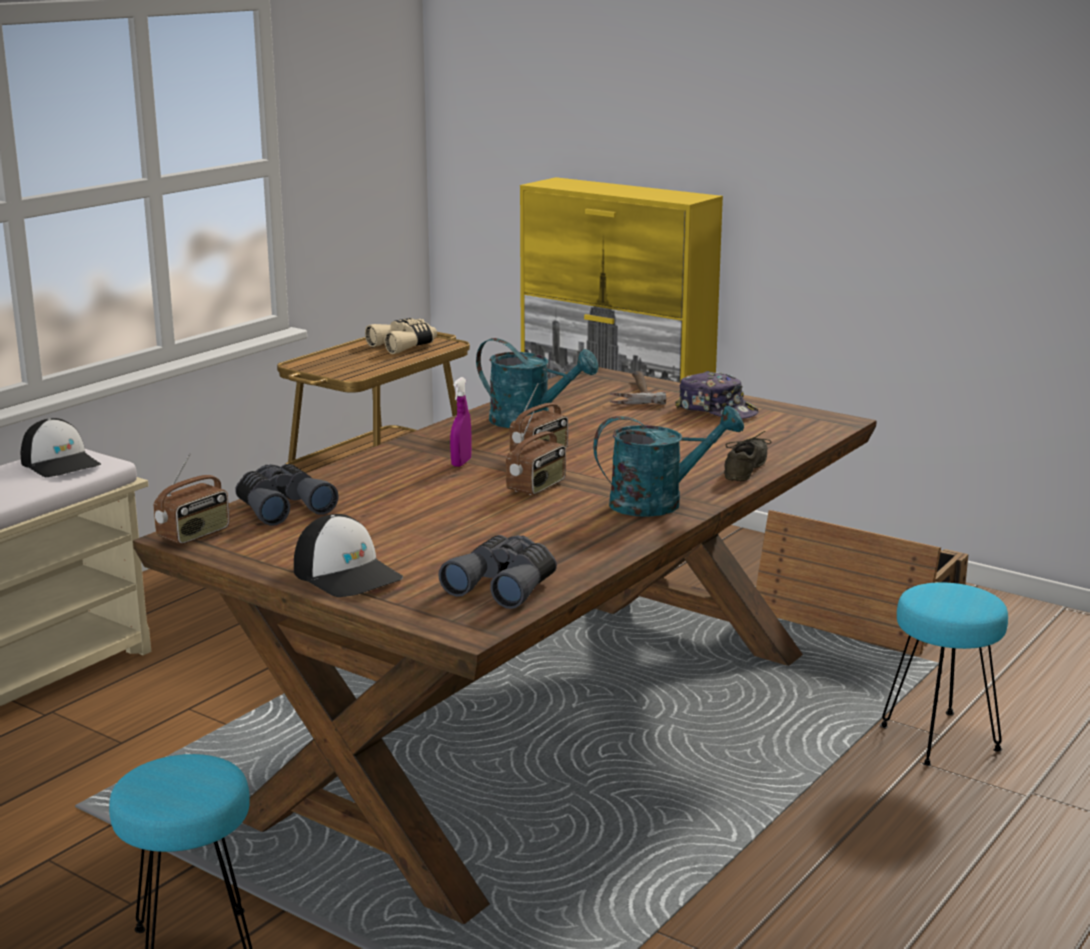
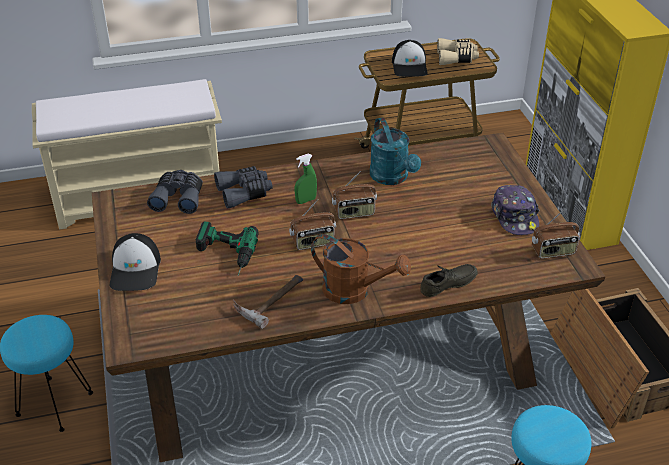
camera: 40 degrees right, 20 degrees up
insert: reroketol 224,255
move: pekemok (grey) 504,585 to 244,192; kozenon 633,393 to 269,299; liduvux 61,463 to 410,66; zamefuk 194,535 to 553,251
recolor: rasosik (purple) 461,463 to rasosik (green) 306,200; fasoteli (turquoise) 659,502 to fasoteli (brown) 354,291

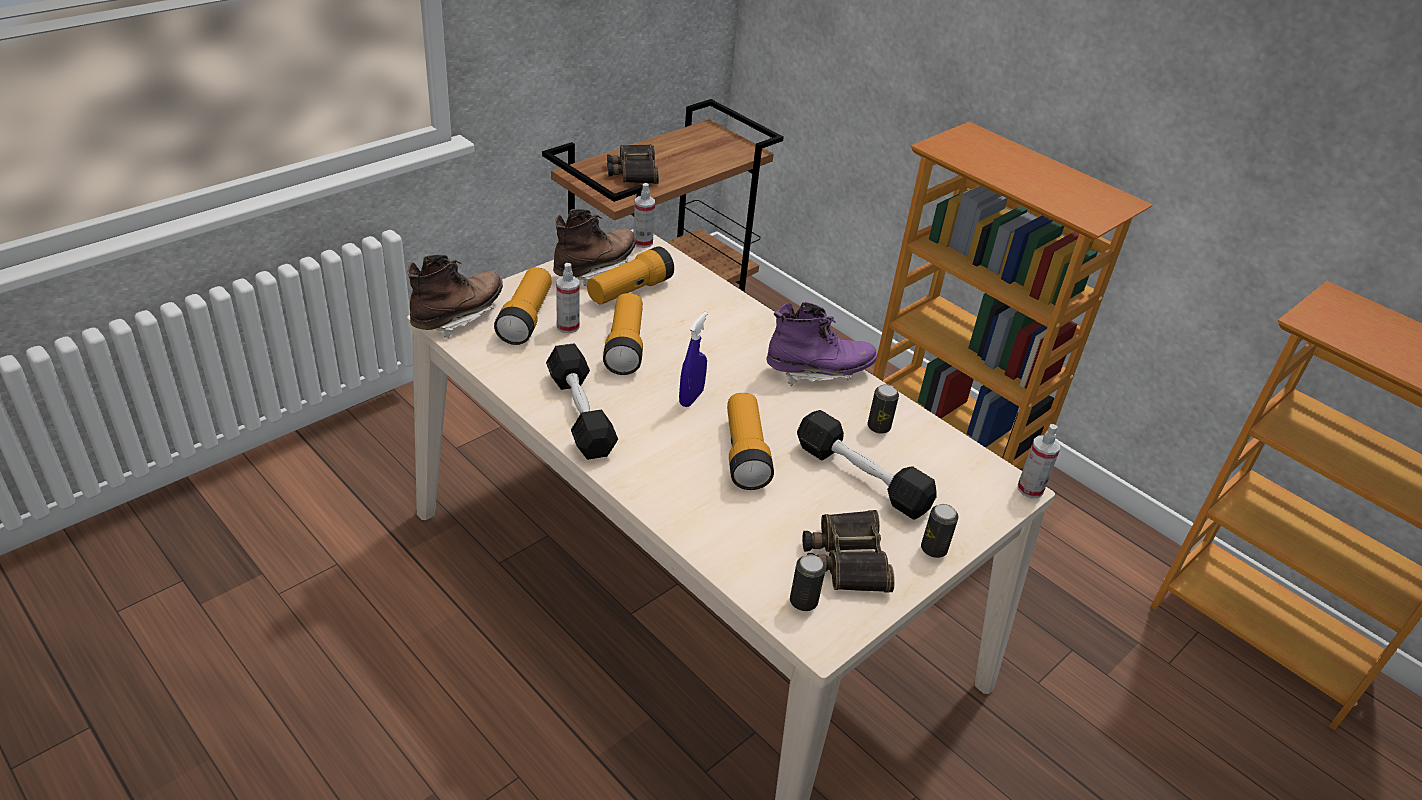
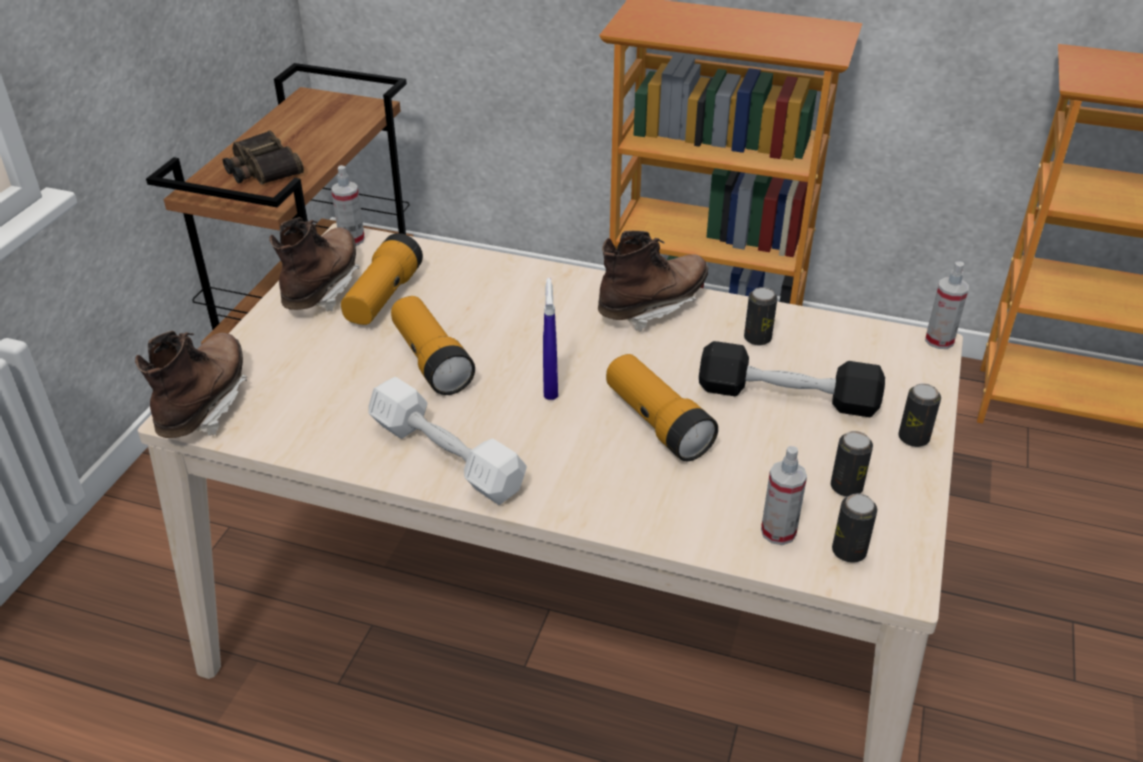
camera: 25 degrees left, 0 degrees up
delete: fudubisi 526,318
move: rasosik 568,326 to 778,532
replace: pekemok 845,558 to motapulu 846,487
recolor: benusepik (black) 580,413 to benusepik (white) 446,456; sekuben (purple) 818,372 to sekuben (brown) 652,306

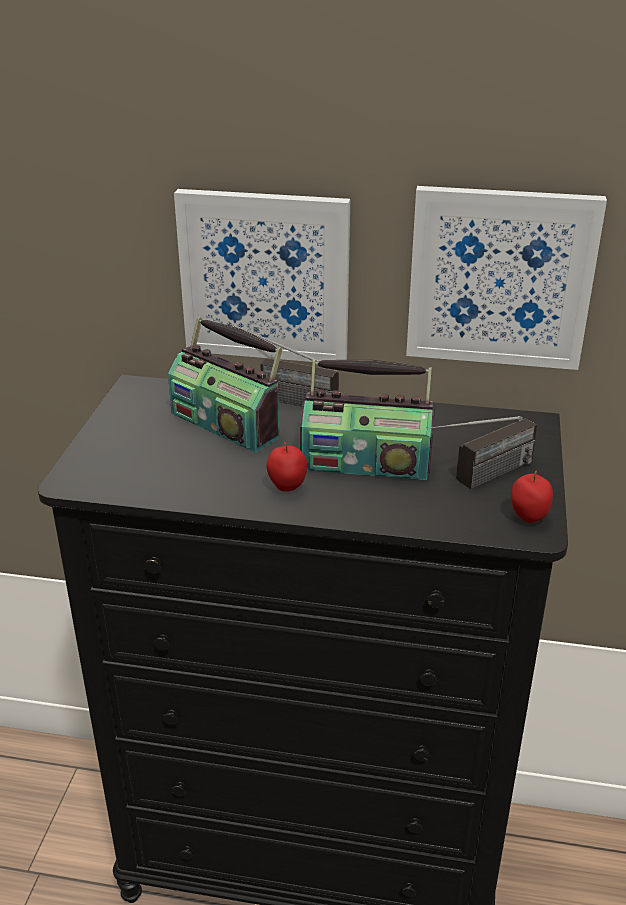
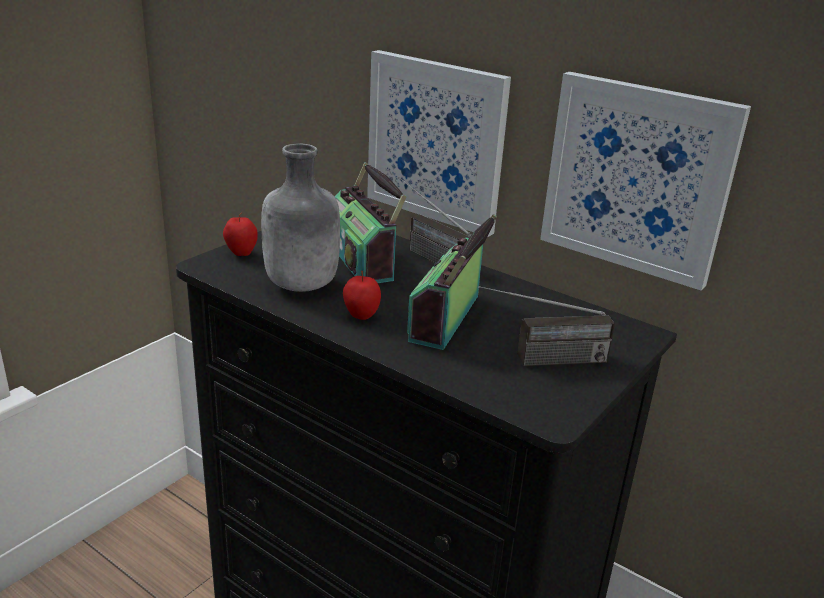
camera: 25 degrees right, 5 degrees down
insert: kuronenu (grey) 301,286
move: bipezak 528,518 to 241,254
rotate: zamefuk 366,462 = 448,318 75 degrees clockwise

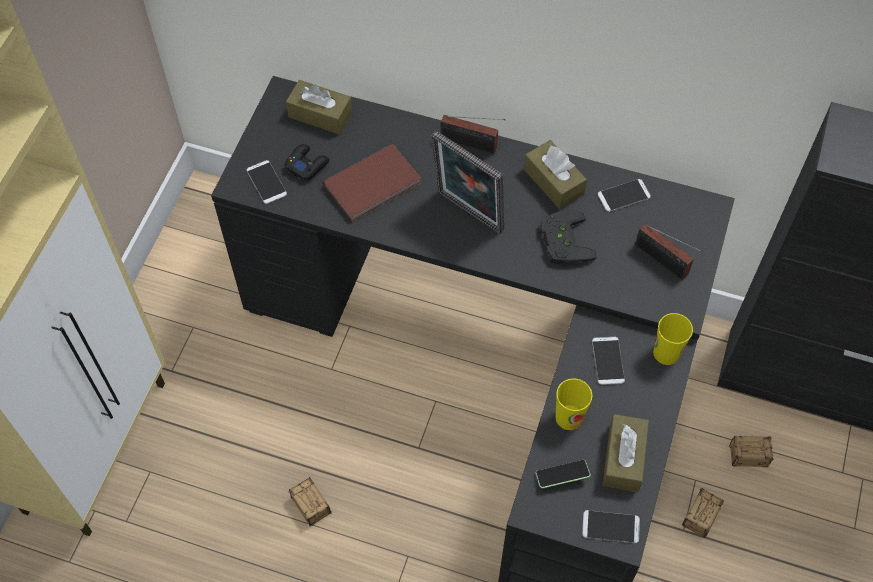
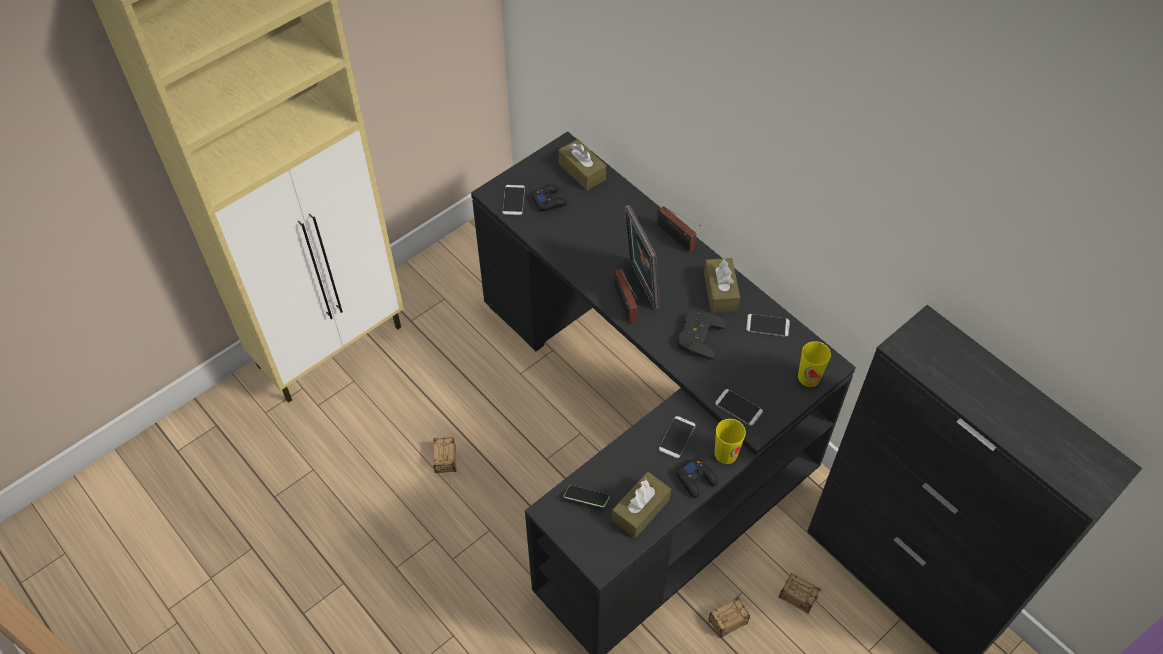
camera: 30 degrees right, 5 degrees down
delete: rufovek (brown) 374,185
insert: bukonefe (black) 696,479
move: zamefuk 663,262 to 625,305; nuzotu 610,527 to 738,407; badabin 569,417 to 809,377

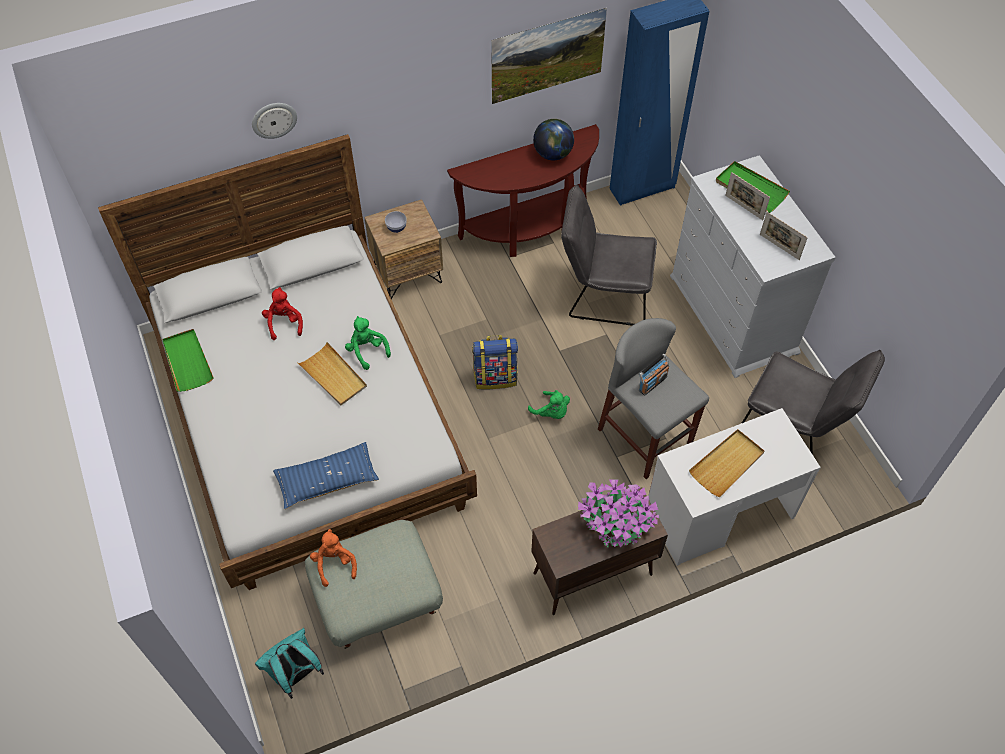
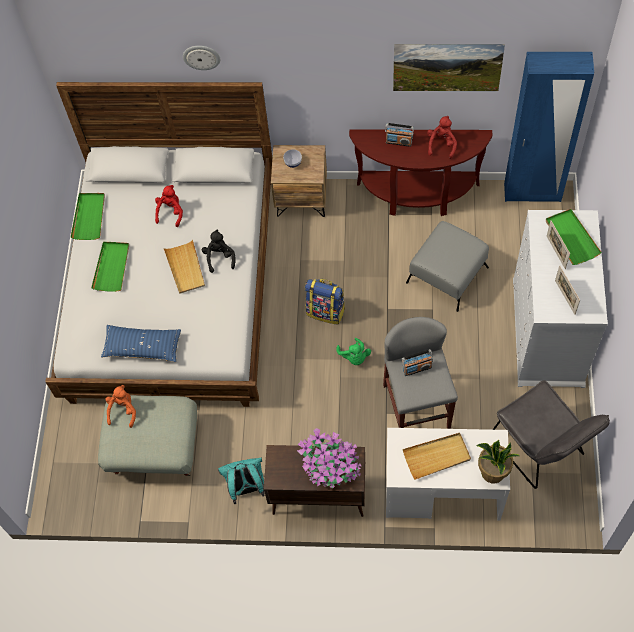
camera: 30 degrees right, 5 degrees up
insert: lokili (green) 112,267; zamefuk 399,142; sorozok 492,473
move: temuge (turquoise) 296,674 to 246,488
replace: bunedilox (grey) 603,294 to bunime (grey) 448,274; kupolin 553,153 to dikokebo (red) 441,144
recolor: dikokebo (green) 367,350 to dikokebo (black) 219,257

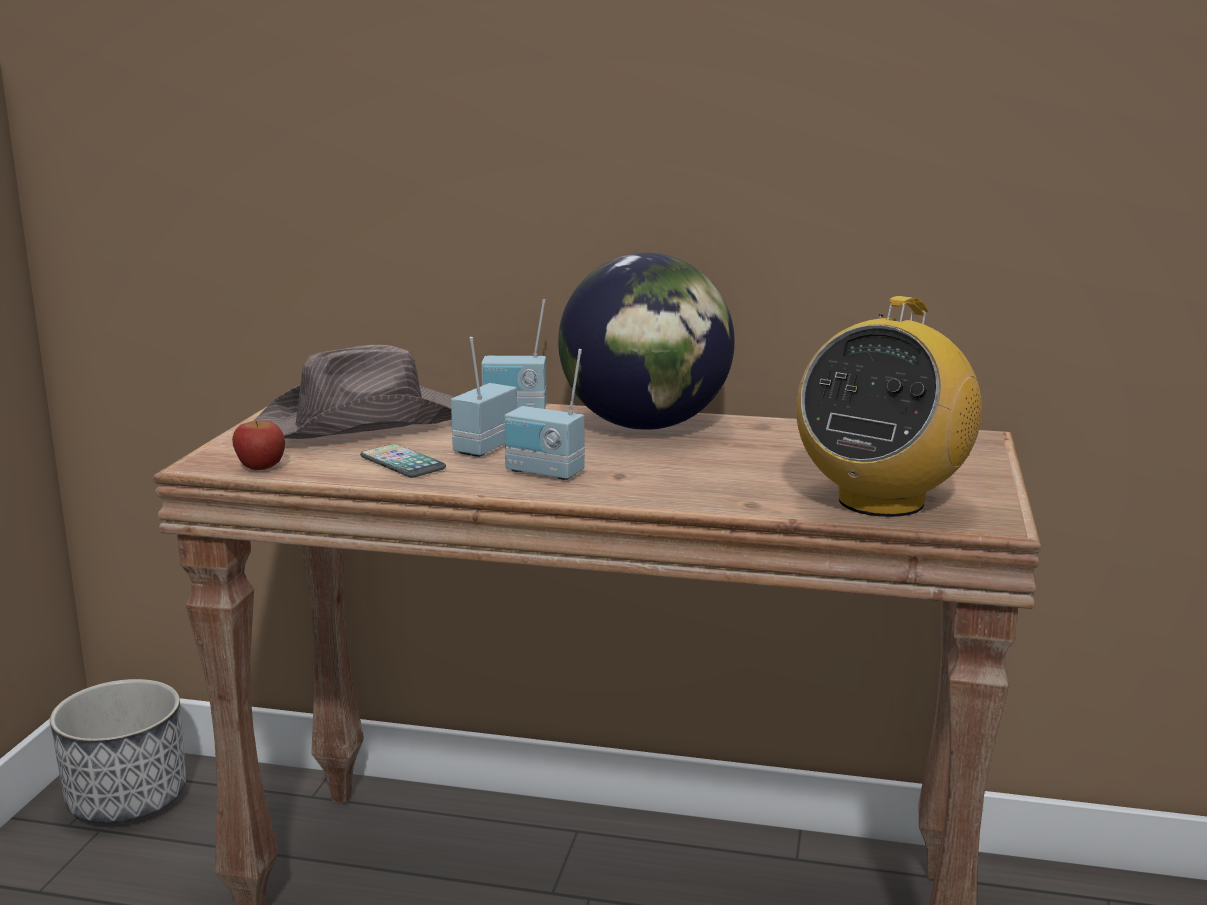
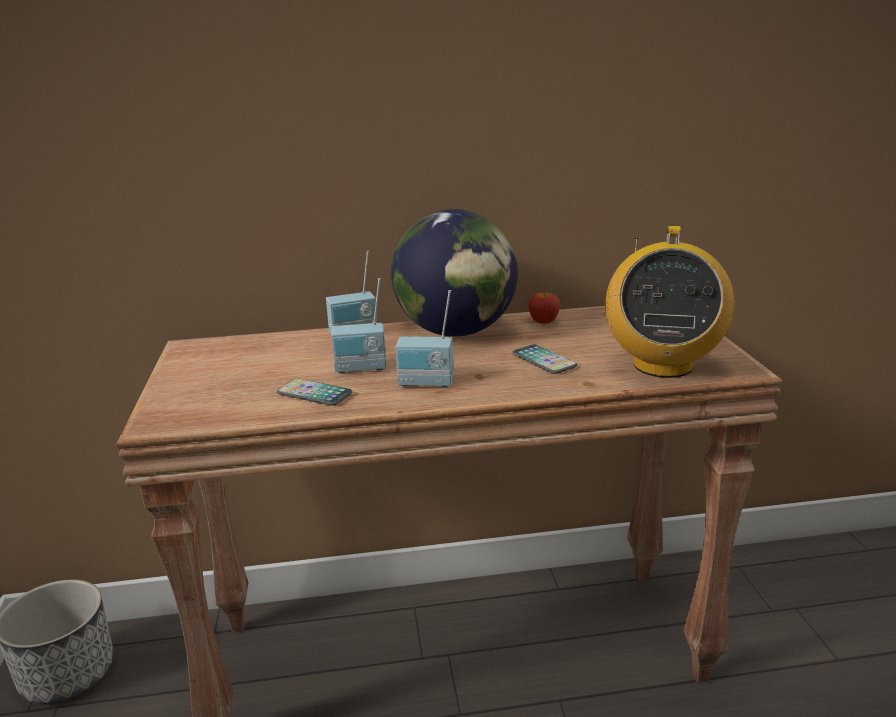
camera: 20 degrees left, 5 degrees up
delete: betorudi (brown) 364,423
insert: nuzotu 544,360
move: bipezak 261,467 to 543,321
rotate: zamefuk 483,447 = 361,369 105 degrees counterclockwise

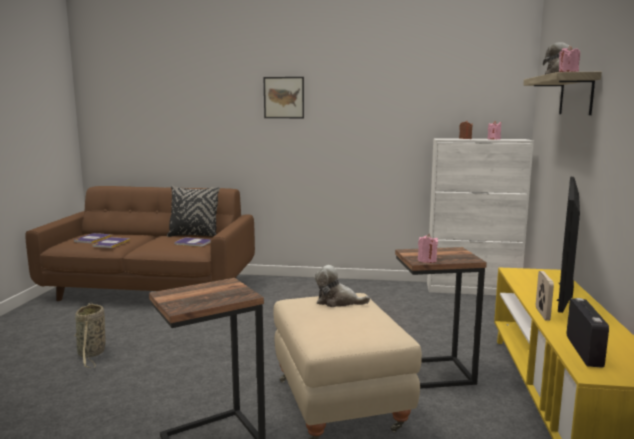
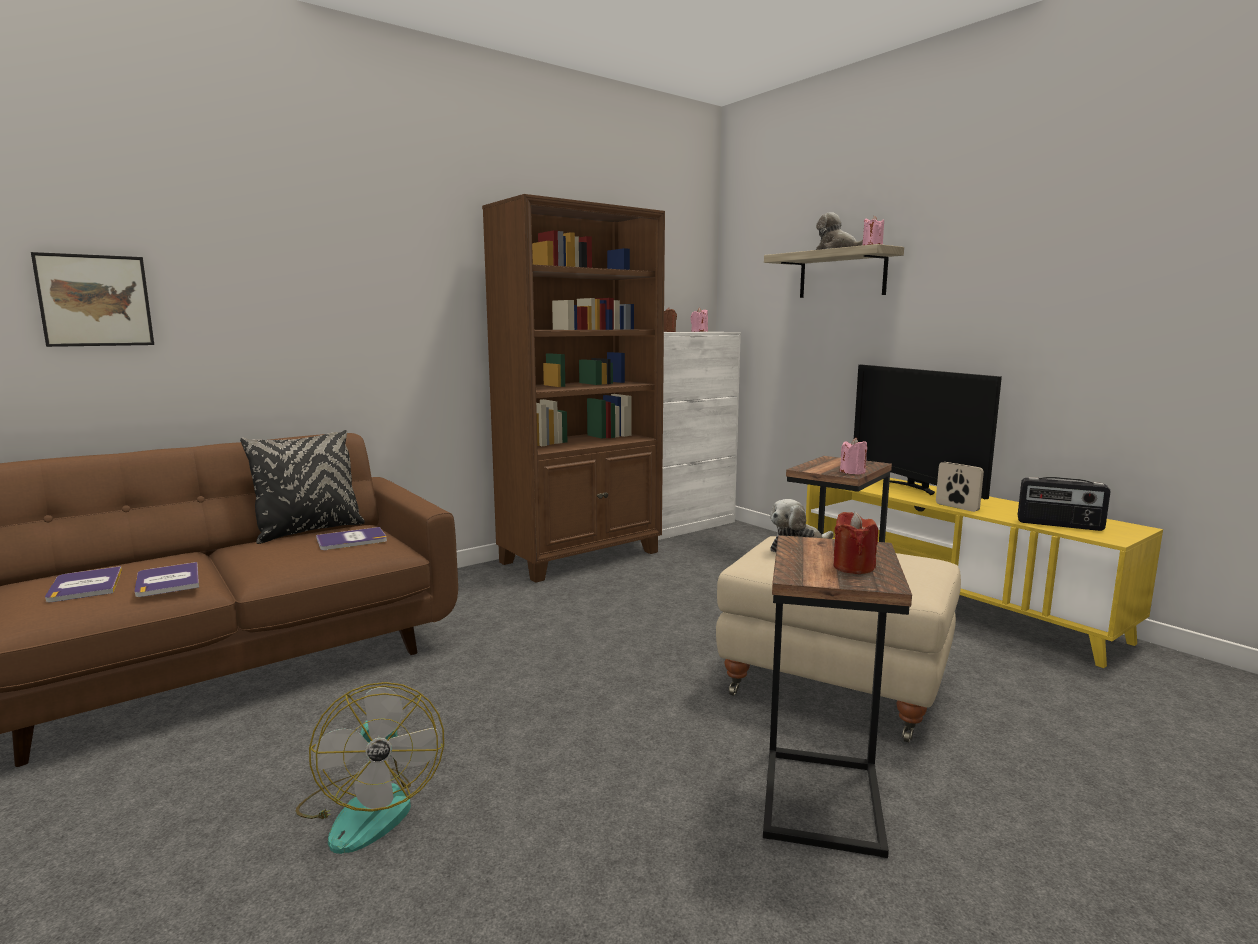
camera: 45 degrees left, 0 degrees up
insert: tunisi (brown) 582,557; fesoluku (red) 853,567
move: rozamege 284,97 to 95,300
replace: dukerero 91,354 to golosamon 370,807
rotate: zamefuk 584,351 = 1059,525 150 degrees clockwise

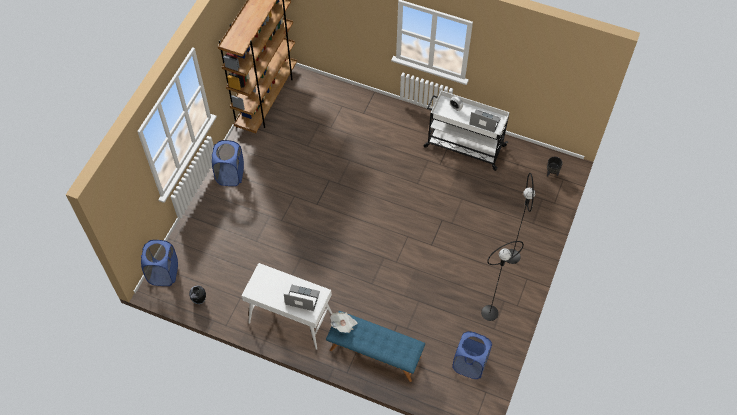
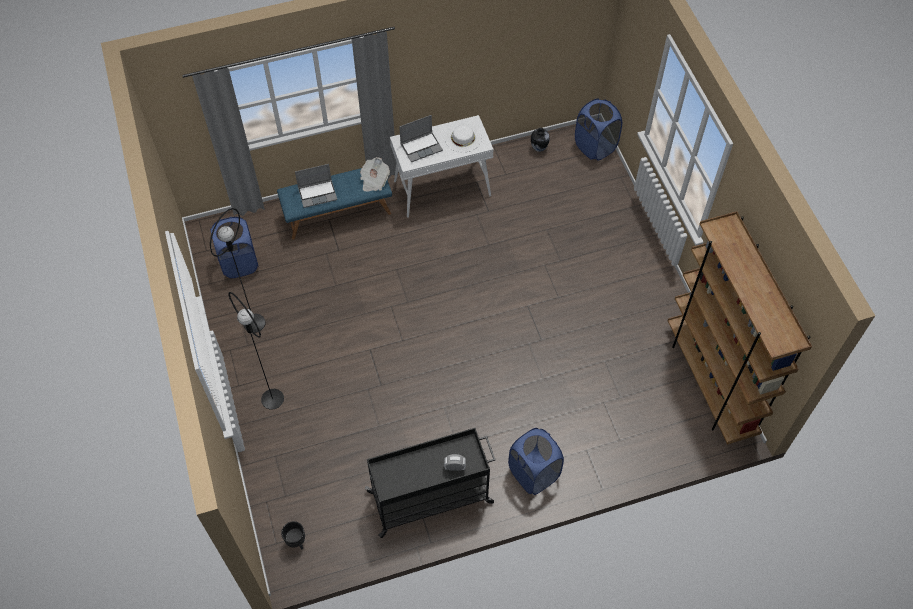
camera: 140 degrees right, 0 degrees up
insert: betorudi (white) 463,137
move: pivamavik 484,122 to 318,193; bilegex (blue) 230,175 to 533,473
recolor: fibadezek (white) 463,146 to fibadezek (black) 431,497

